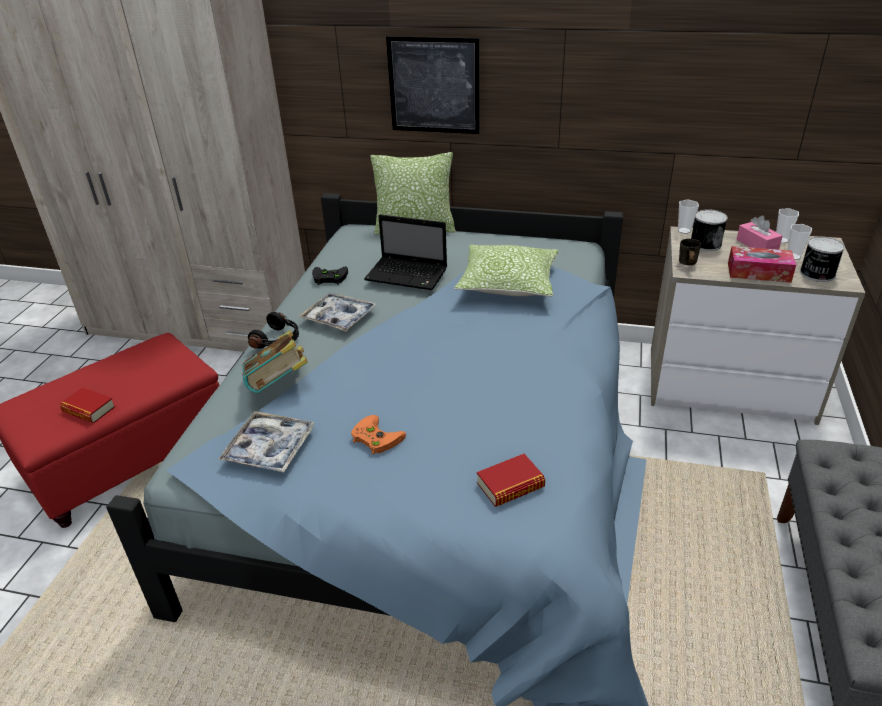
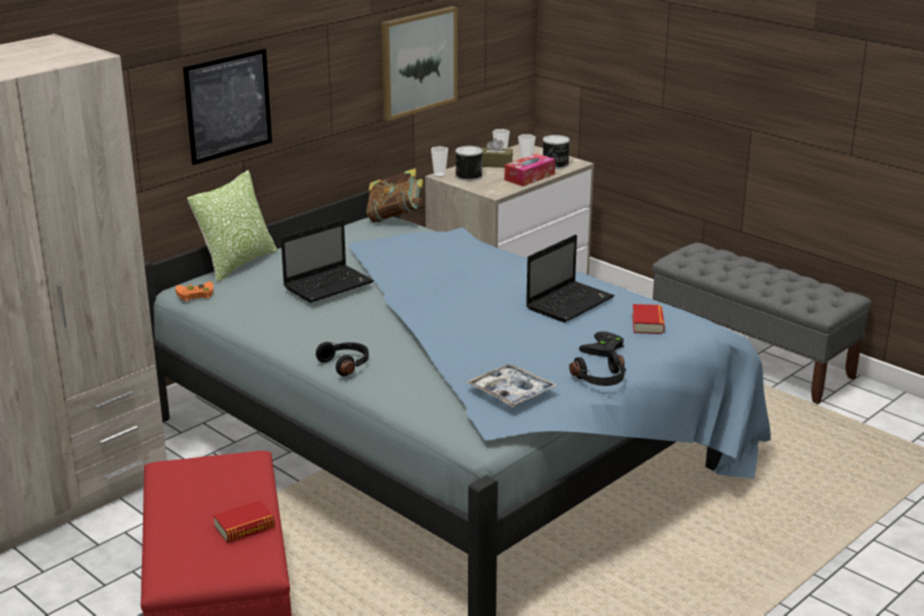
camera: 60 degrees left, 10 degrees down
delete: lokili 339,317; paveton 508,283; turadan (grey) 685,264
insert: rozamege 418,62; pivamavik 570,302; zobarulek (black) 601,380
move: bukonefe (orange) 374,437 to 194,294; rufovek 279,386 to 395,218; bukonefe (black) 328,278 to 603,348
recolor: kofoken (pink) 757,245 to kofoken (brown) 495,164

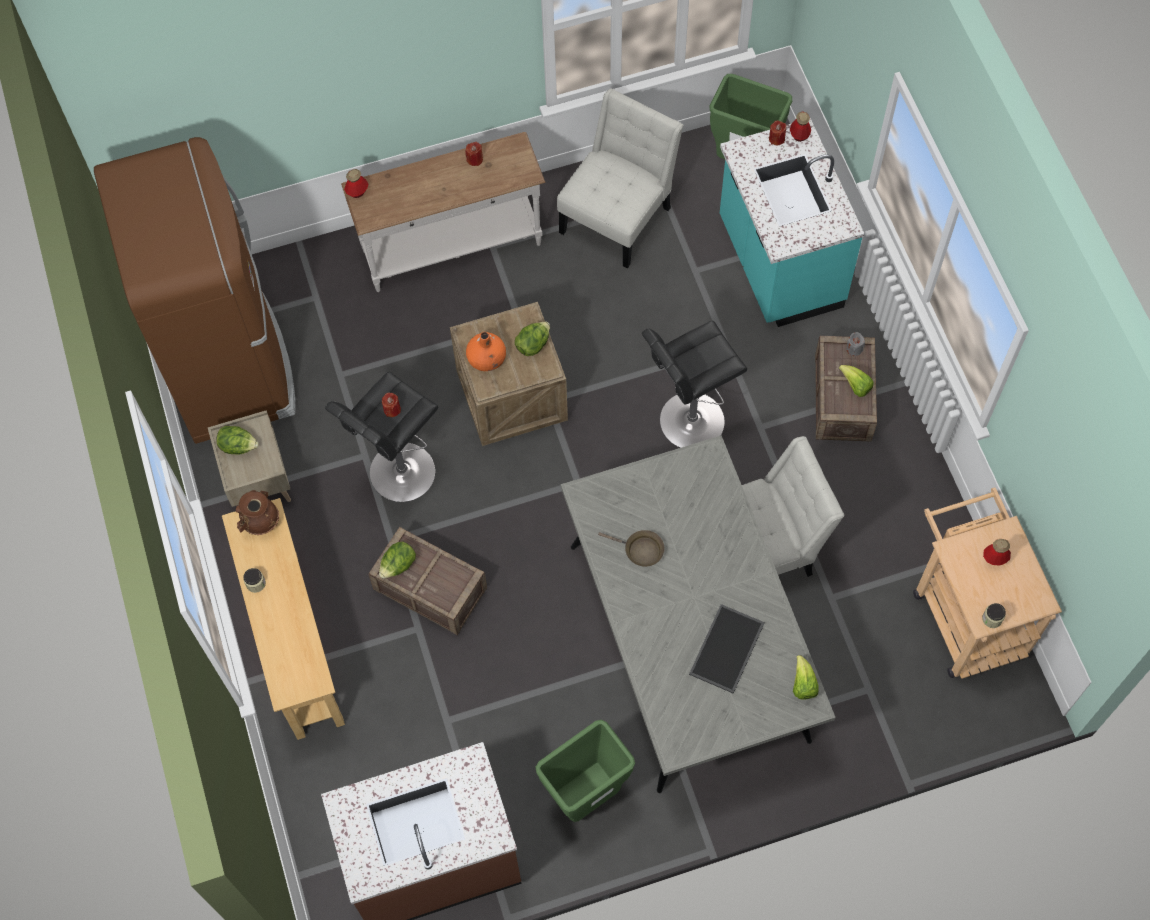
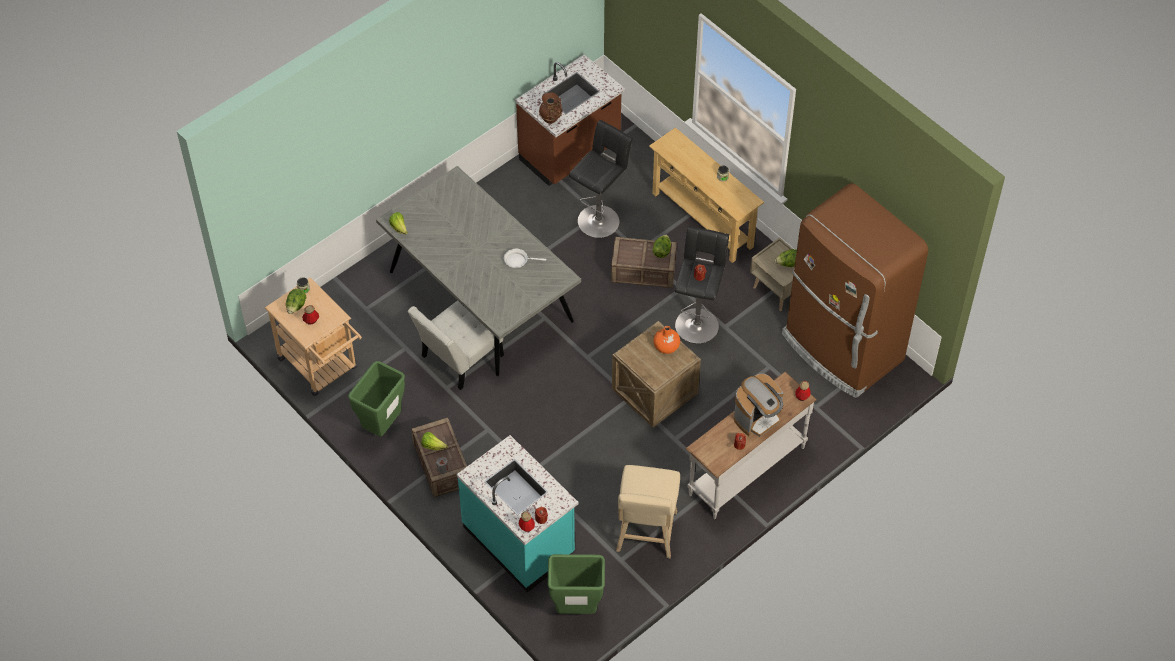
camera: 155 degrees right, 10 degrees down
delete: lokili 727,650
insert: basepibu 757,418
move: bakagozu 533,344 to 296,306; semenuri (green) 587,795 to 382,426; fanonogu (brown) 261,523 to 551,119; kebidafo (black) 687,423 to 600,219
replace: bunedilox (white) 619,215 to kebidafo (beige) 646,535
recolor: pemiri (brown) 640,550 to pemiri (white) 518,261

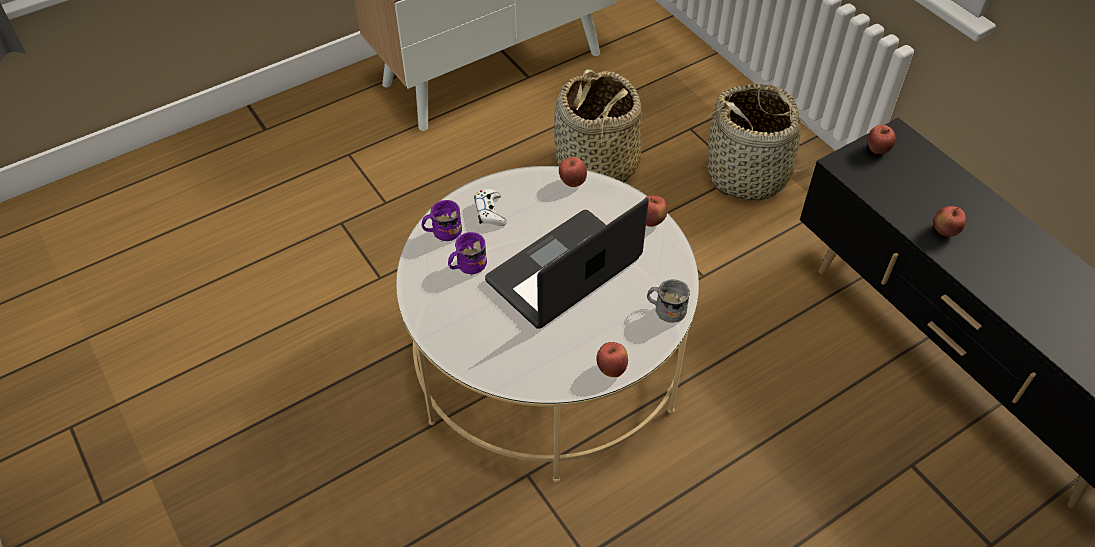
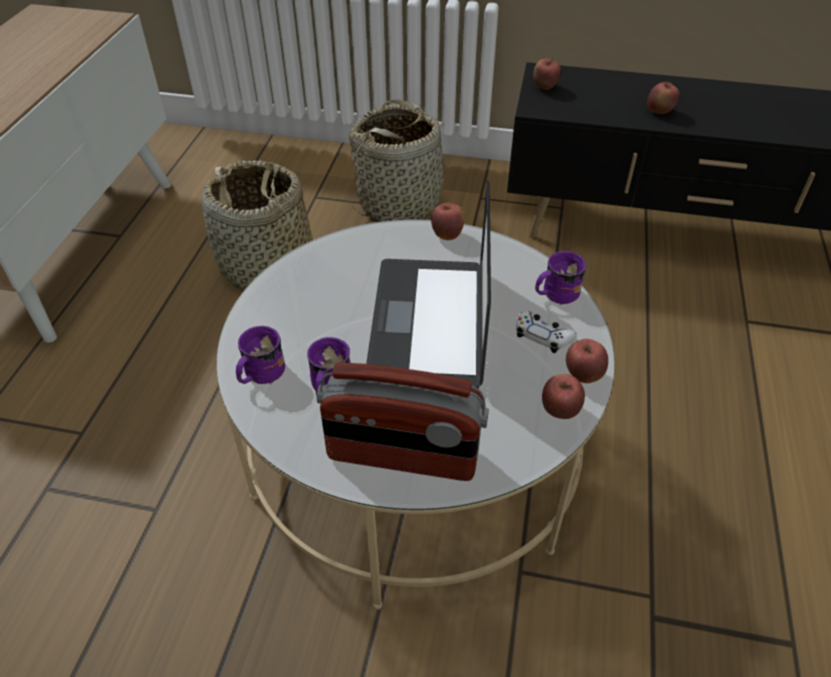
camera: 45 degrees left, 5 degrees down
insert: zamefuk 402,456
move: bukonefe (white) 490,212 to 543,336; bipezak 572,182 to 560,411
recolor: turadan (grey) 665,310 to turadan (purple) 555,294

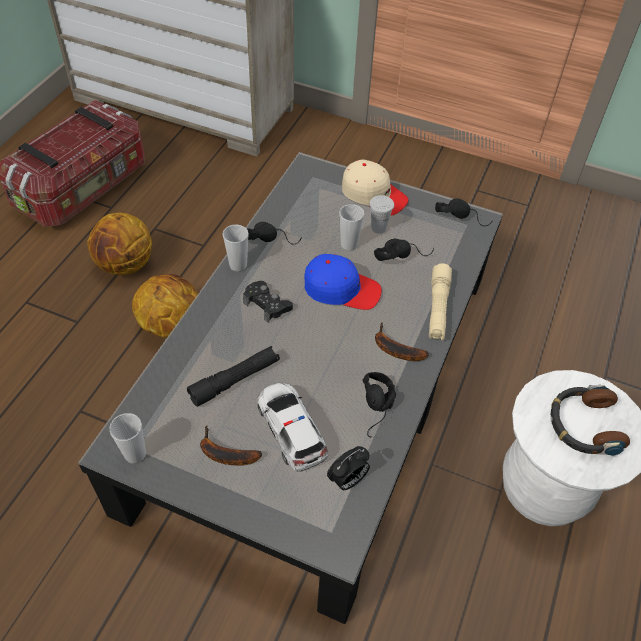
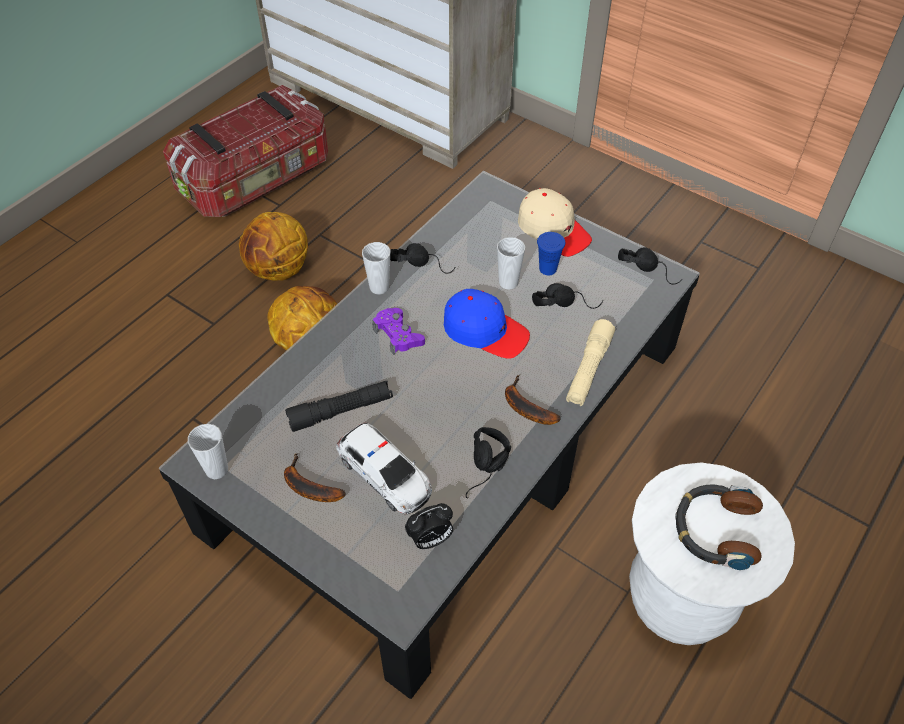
camera: 15 degrees right, 0 degrees up
recolor: bukonefe (black) 267,305 to bukonefe (purple) 398,335; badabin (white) 378,228 to badabin (blue) 548,269
rotate: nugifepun 291,429 = 385,474 150 degrees clockwise

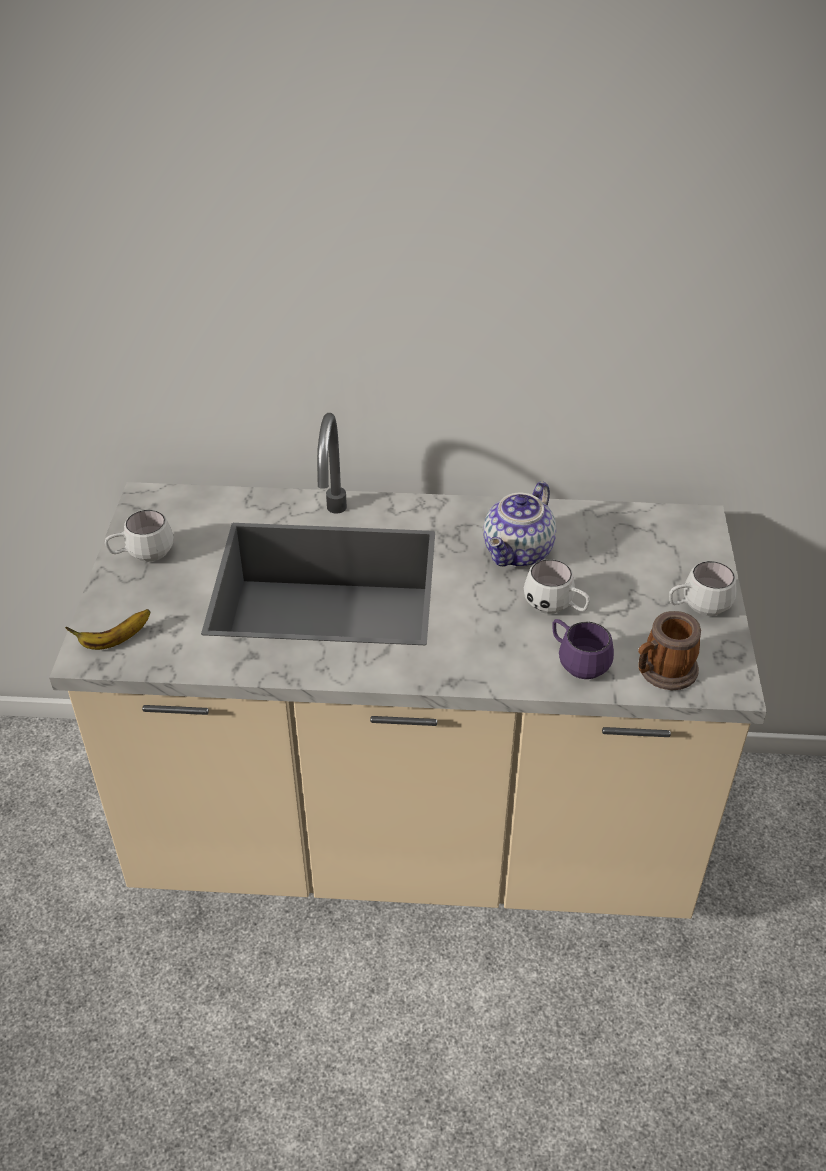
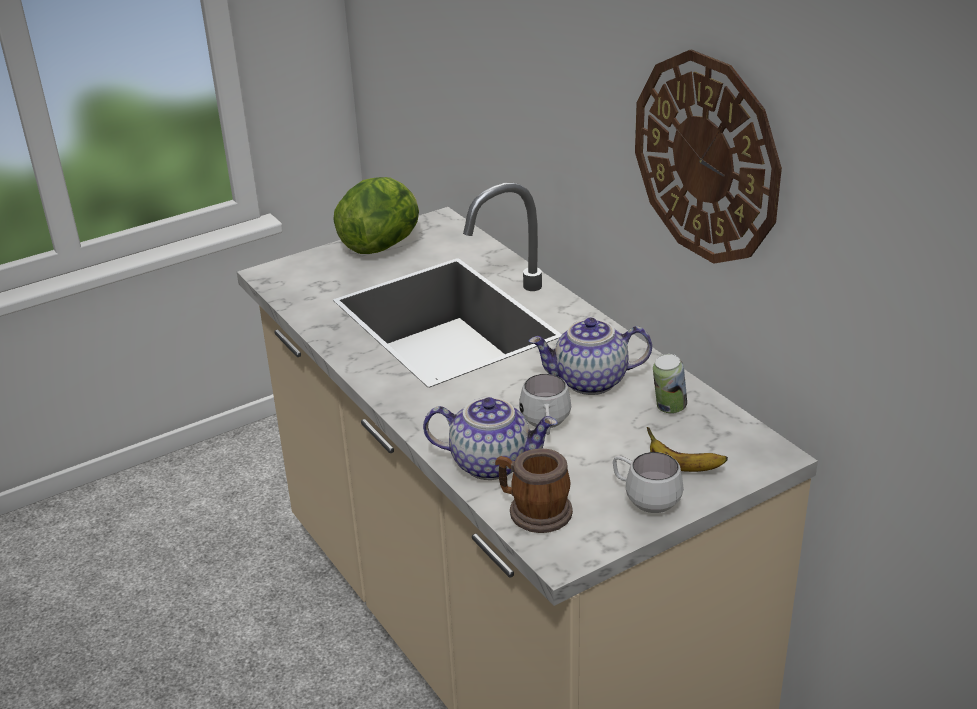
camera: 55 degrees right, 10 degrees down
insert: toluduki 706,158; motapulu 668,408
move: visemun 115,640 to 682,467
replace: turadan (white) 142,555 to bakagozu 382,245; turadan (purple) 576,662 to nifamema 492,462

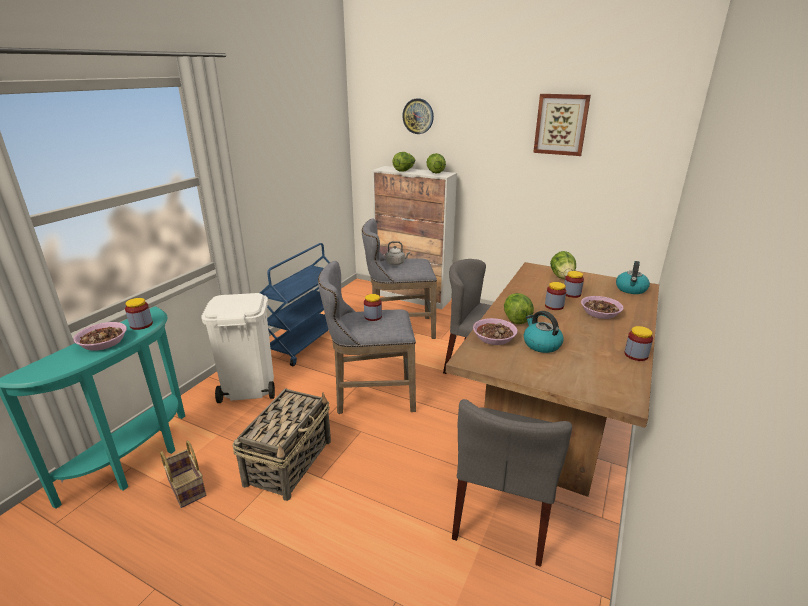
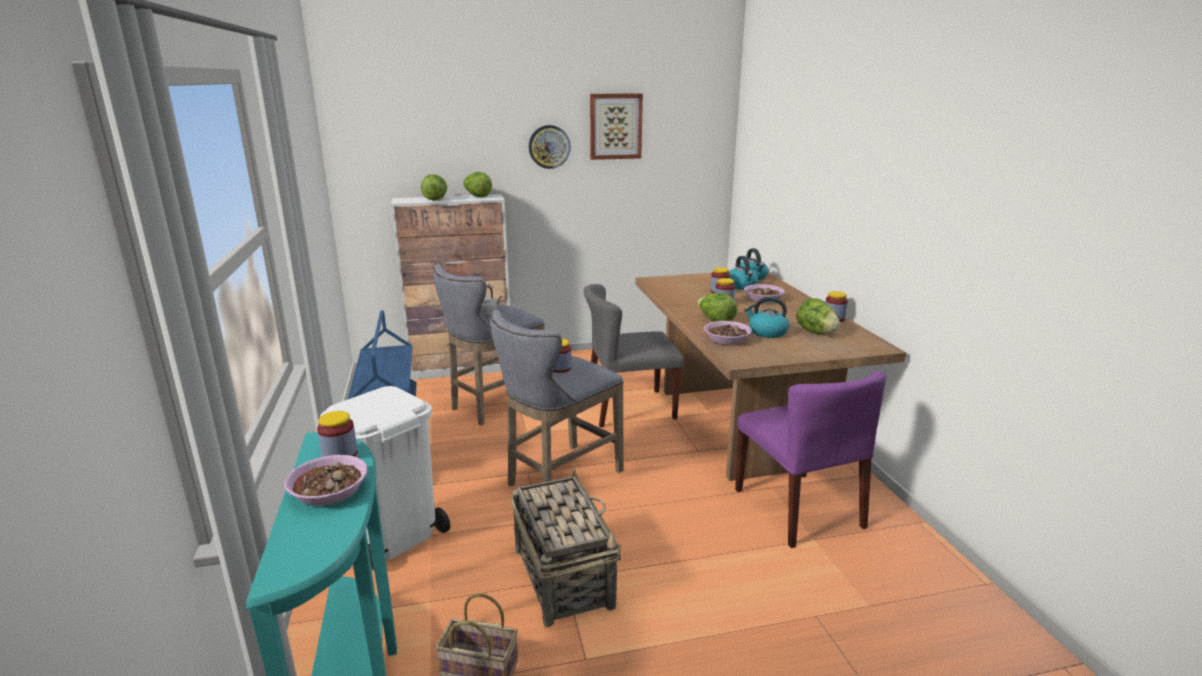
camera: 40 degrees left, 5 degrees down
insert: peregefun 741,286
move: toluduki 418,116 to 549,147; bakagozu 562,277 to 815,332
recolor: bunedilox (grey) 504,513 to bunedilox (purple) 799,508

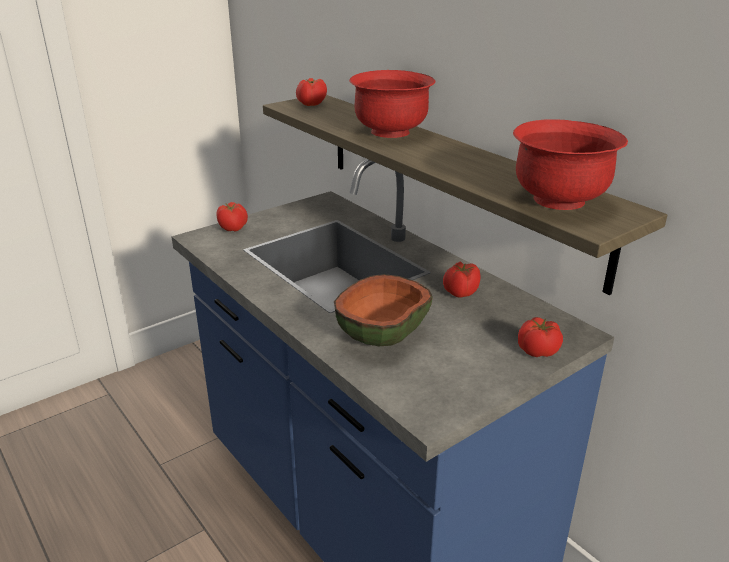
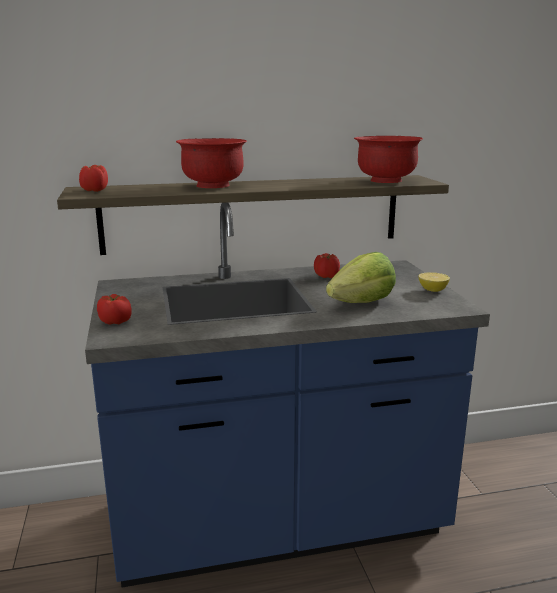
camera: 65 degrees left, 10 degrees down
delete: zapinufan 537,351
insert: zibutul 432,290
replace: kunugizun 382,335 to bakagozu 362,303

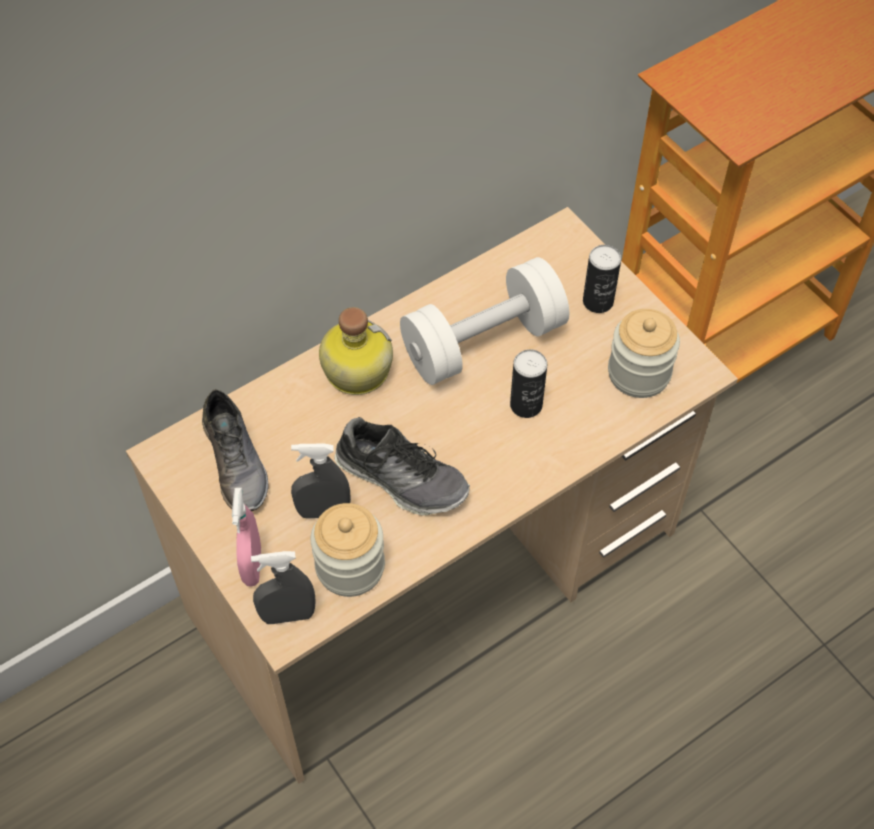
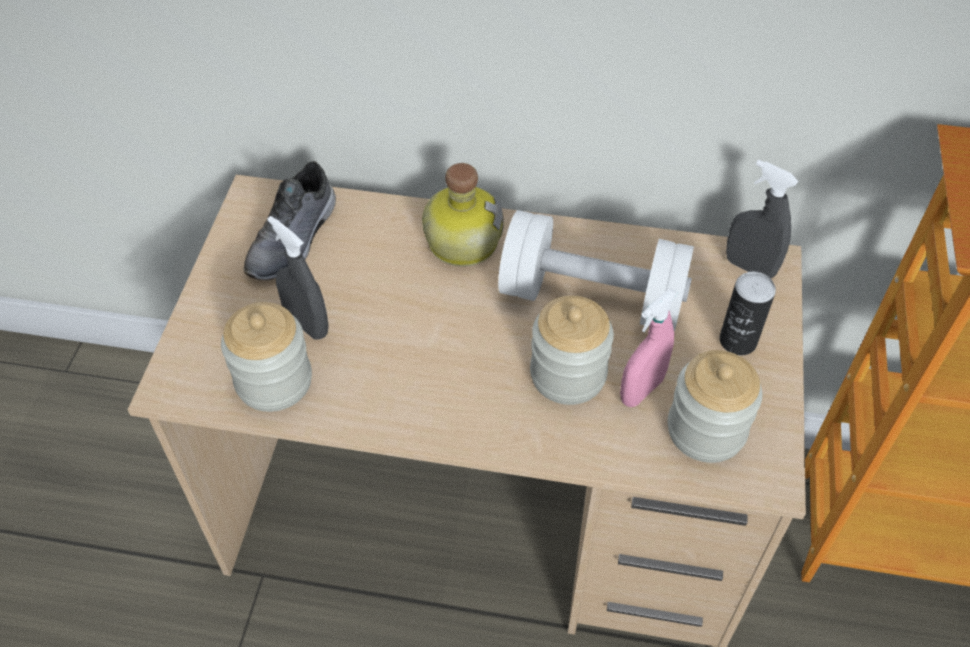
camera: 45 degrees right, 5 degrees down
delete: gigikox 401,478
move: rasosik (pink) 252,565 to 641,390; rasosik (grey) 288,615 to 749,267
replace: motapulu 526,405 to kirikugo 568,374

